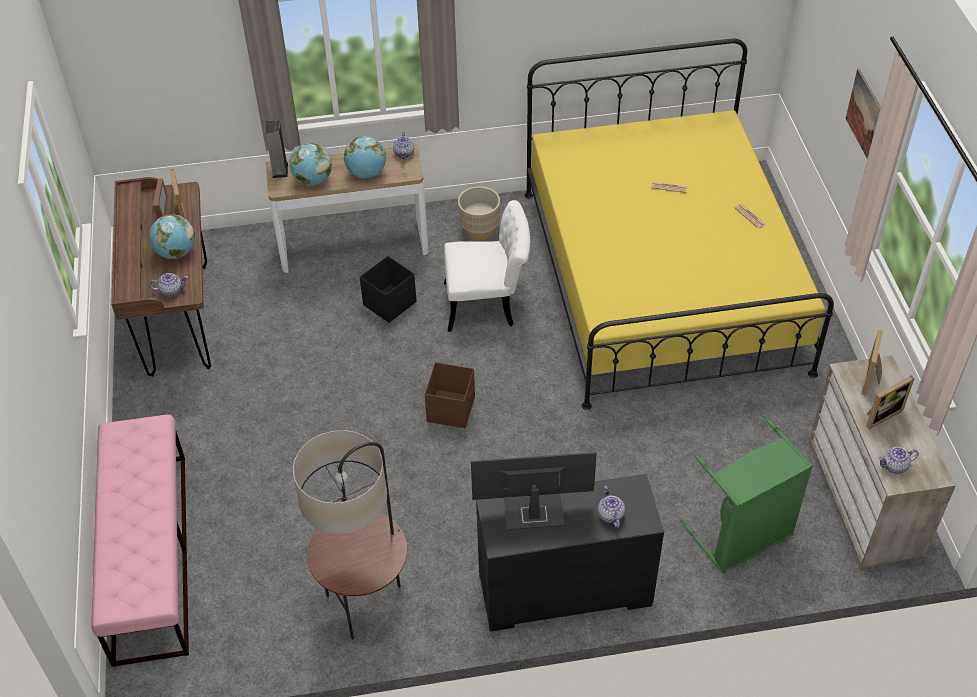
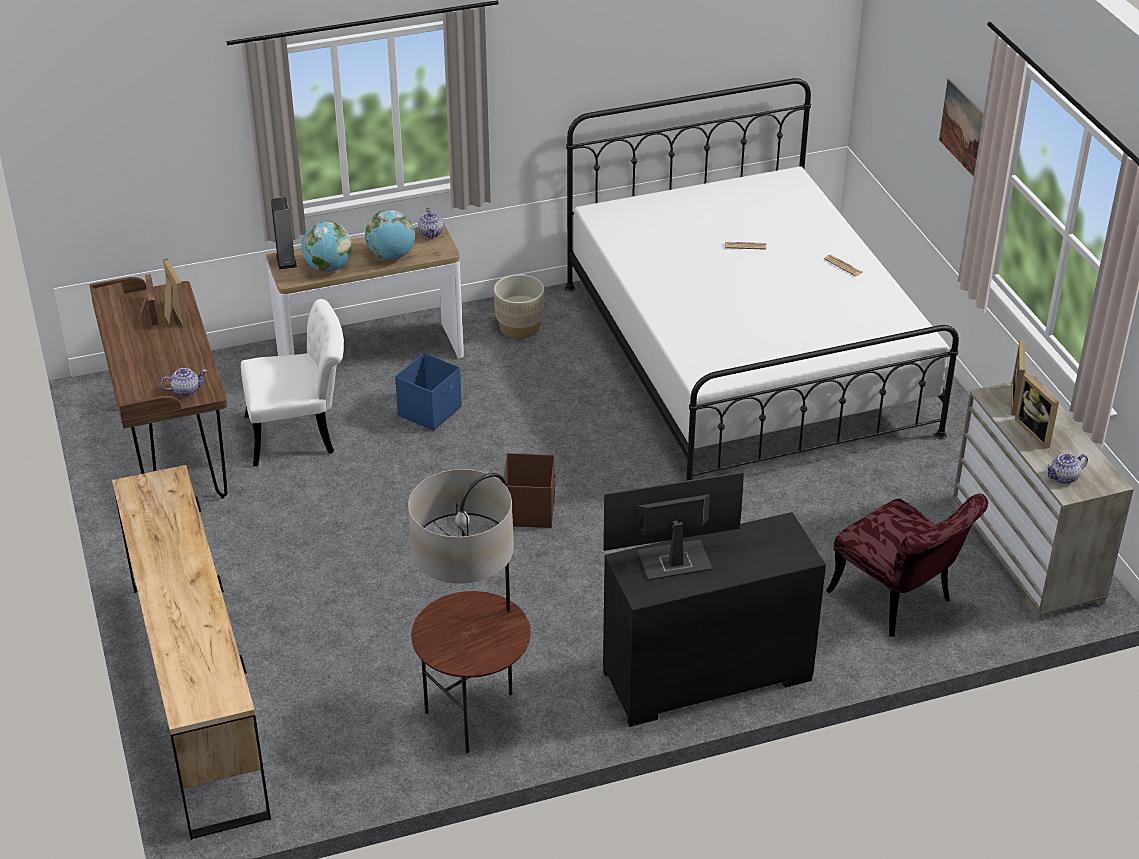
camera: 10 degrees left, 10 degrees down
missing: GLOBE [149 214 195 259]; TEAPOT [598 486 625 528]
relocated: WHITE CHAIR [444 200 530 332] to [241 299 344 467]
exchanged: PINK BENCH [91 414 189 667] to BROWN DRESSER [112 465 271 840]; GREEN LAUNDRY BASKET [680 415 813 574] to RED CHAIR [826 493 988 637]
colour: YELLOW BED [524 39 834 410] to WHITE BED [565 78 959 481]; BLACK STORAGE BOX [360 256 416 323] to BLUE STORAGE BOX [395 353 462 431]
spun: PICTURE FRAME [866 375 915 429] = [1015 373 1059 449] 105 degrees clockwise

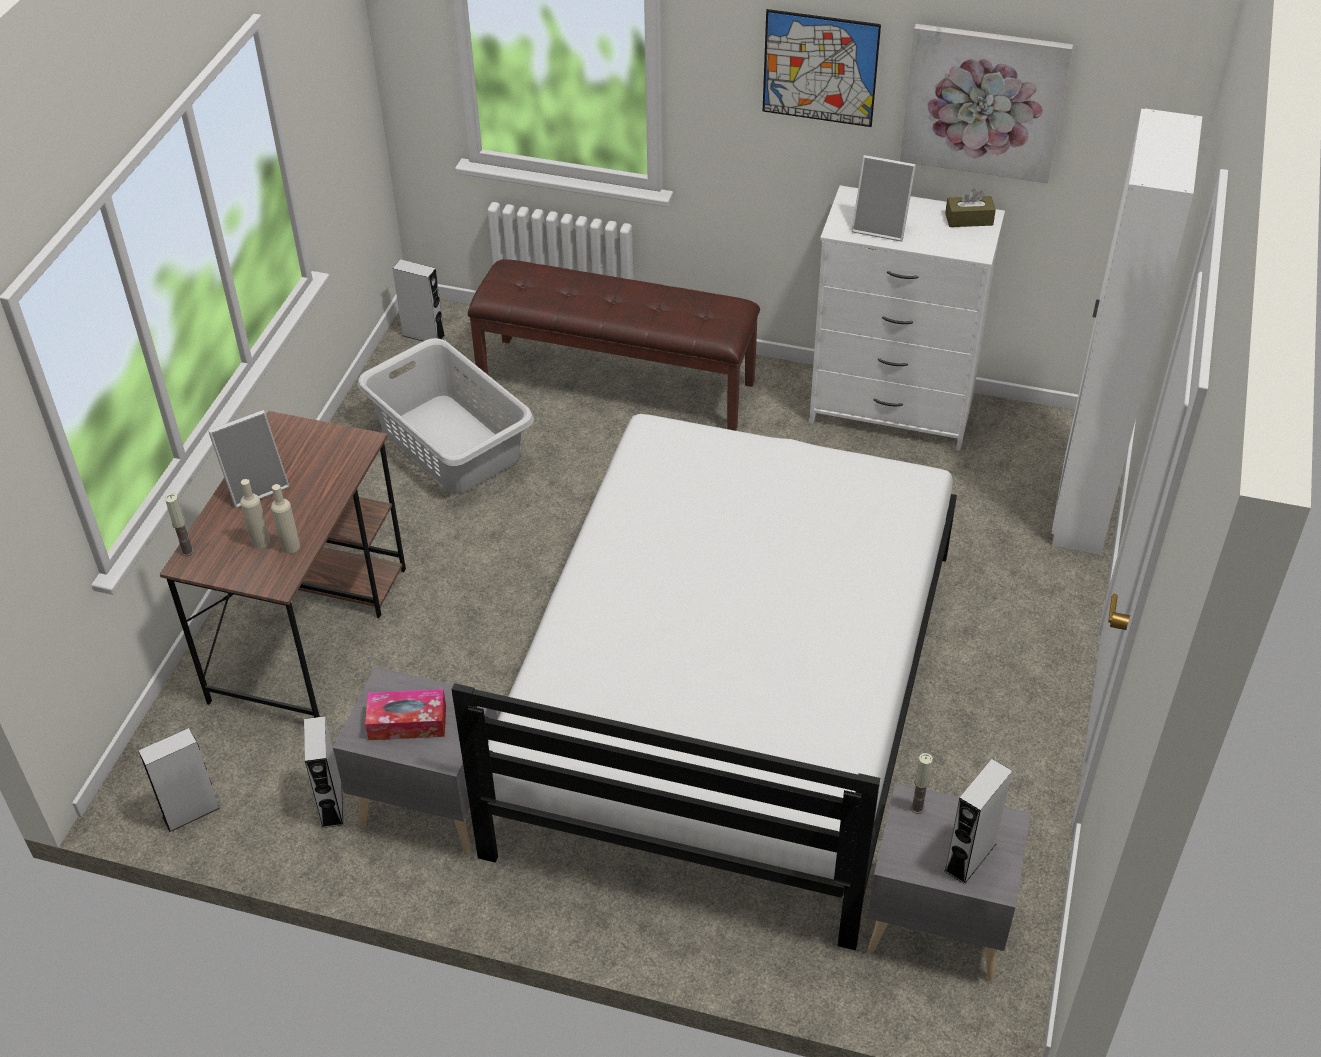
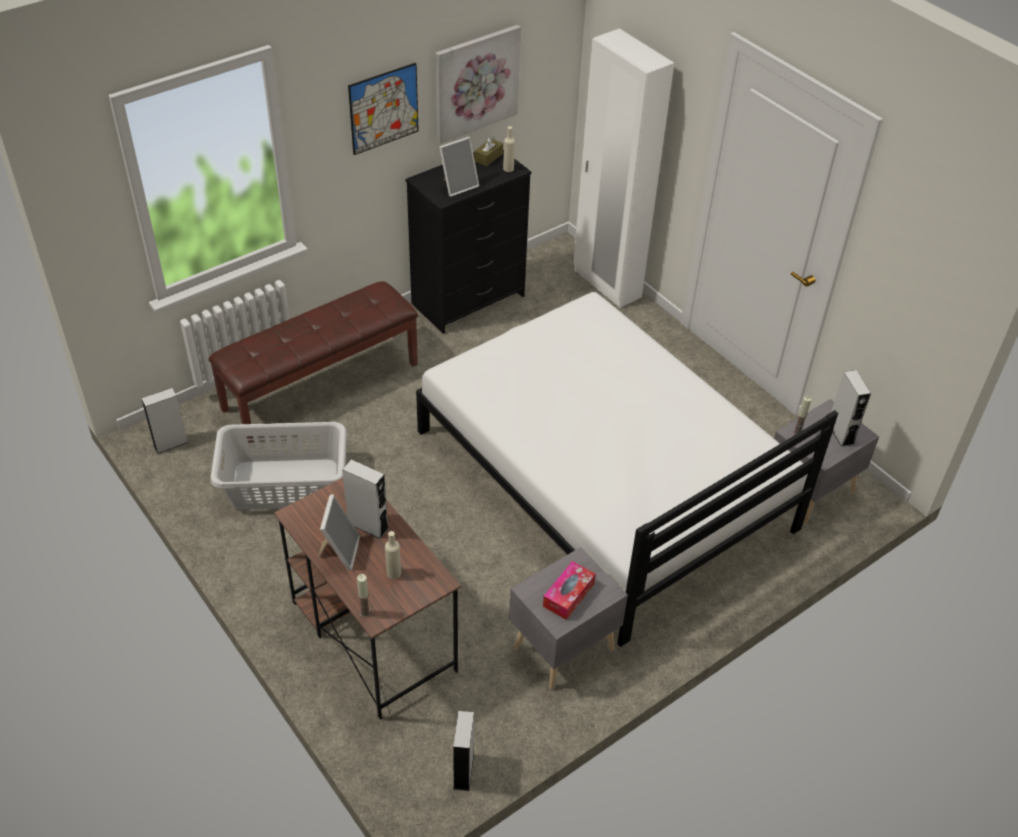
camera: 55 degrees left, 0 degrees up
relocated: BEIGE BOTTLE [271 484 300 554] to [503 126 515 172]; GREY SPEAKER [304 716 343 828] to [342 460 389 539]
colour: WHITE DRESSER [809 186 1005 450] to BLACK DRESSER [405 150 531 334]

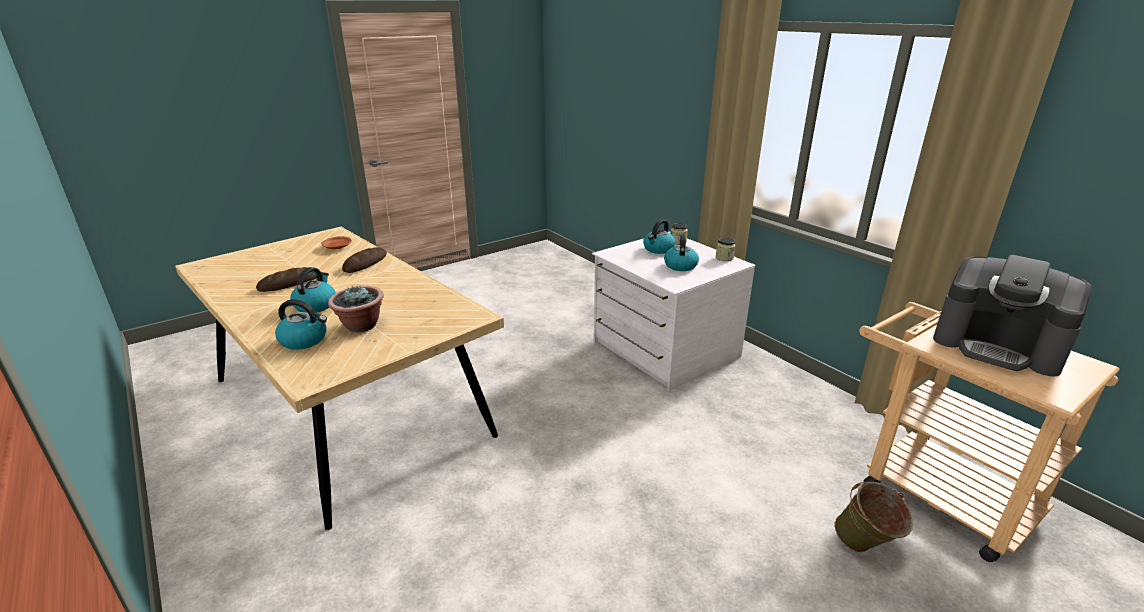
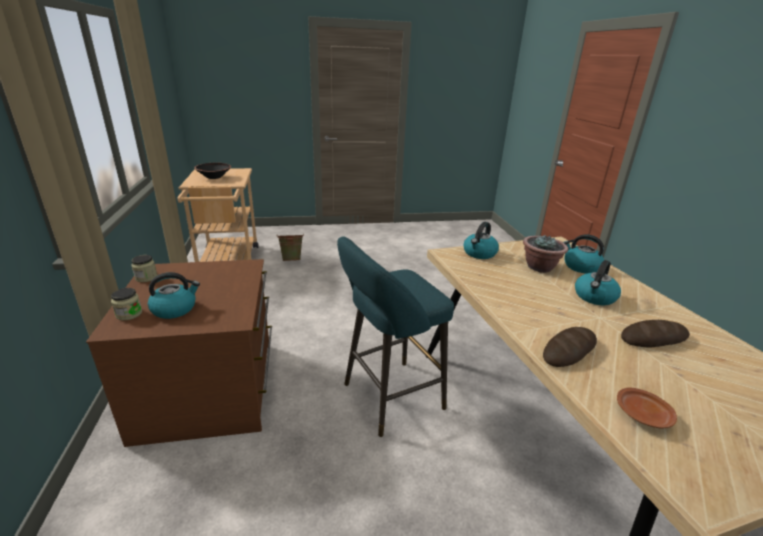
camera: 155 degrees left, 0 degrees up
appeared: TURQUOISE STOOL [337 236 454 437]
relocated: KETTLE [664 234 699 271] to [463 222 499 259]
exchanged: COFFEE MACHINE [933 255 1092 376] to BLACK BOWL [194 163 231 179]
colour: WHITE DRESSER [592 231 755 391] to BROWN DRESSER [86 259 272 447]

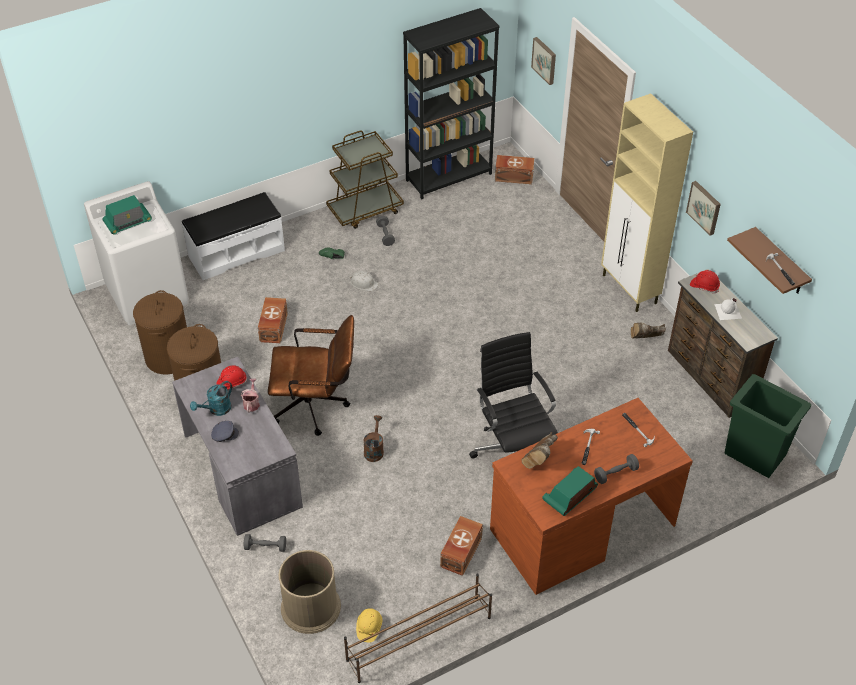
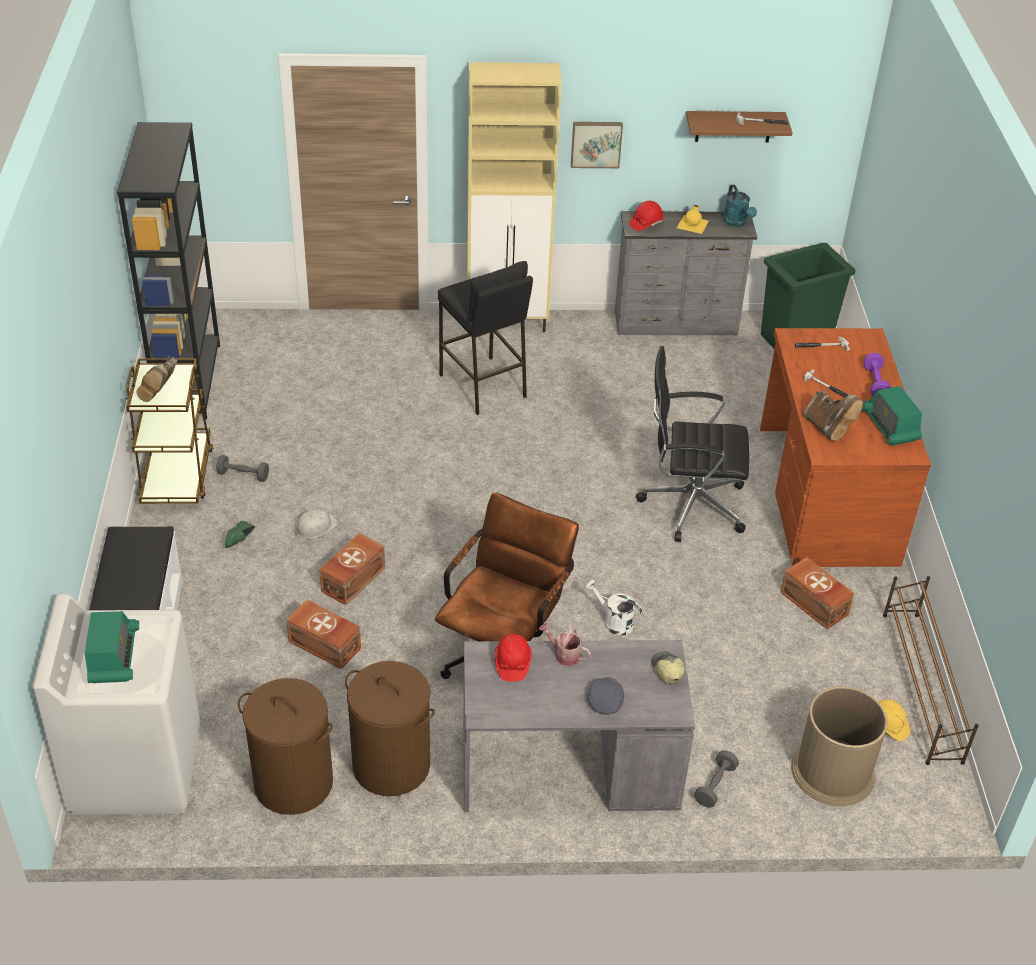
camera: 65 degrees left, 5 degrees down
missing: PICTURE [531 37 556 85]
appeared: BLACK STOOL [438 261 533 415]; CAP [651 651 684 684]
relocated: BROWN STORAGE BOX [495 155 534 184] to [319 533 385 605]; BROWN BOOT [631 323 666 338] to [137 355 177 402]; TURQUOISE WATERING CAN [190 381 232 416] to [723 185 757 227]
colour: BROWN DRESSER [668 269 778 418] to GREY DRESSER [615 211 757 336]; WHITE BOTTLE [714 298 742 320] to YELLOW BOTTLE [677 205 709 234]; BROWN WATERING CAN [363 415 384 462] to WHITE WATERING CAN [585 580 642 636]; GREY DUMBBELL [594 454 639 484] to PURPLE DUMBBELL [863 353 891 397]

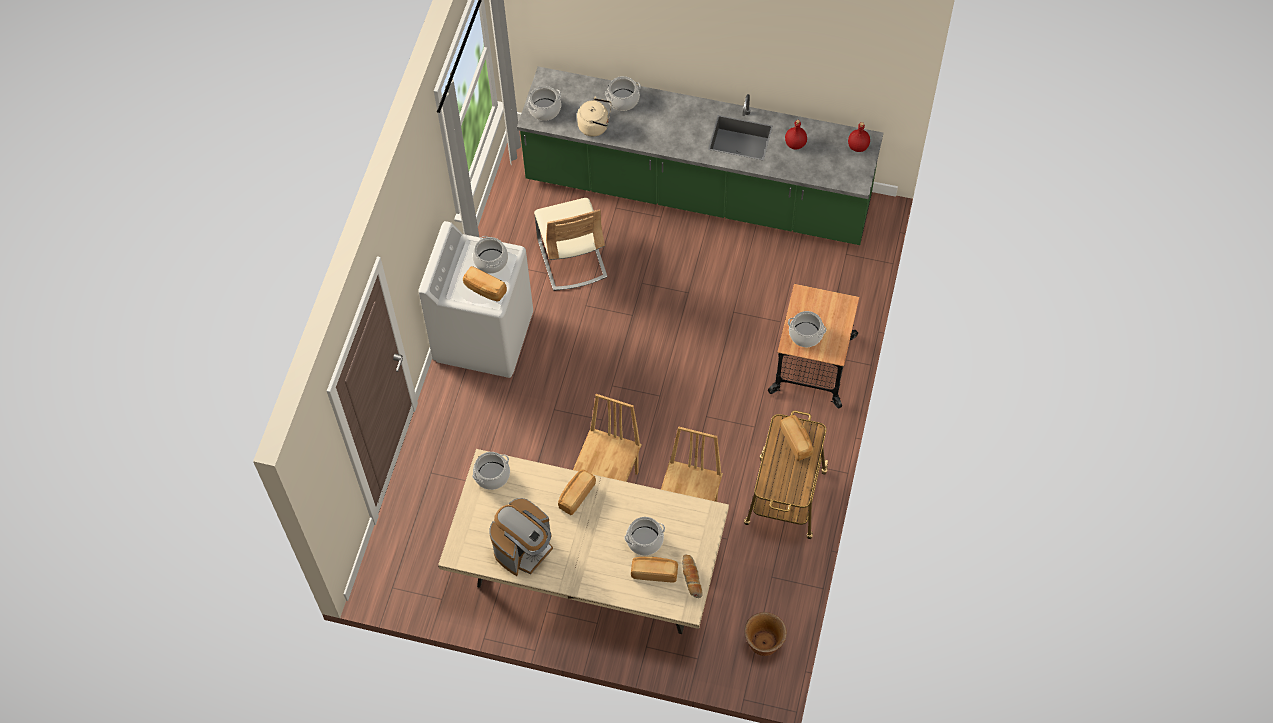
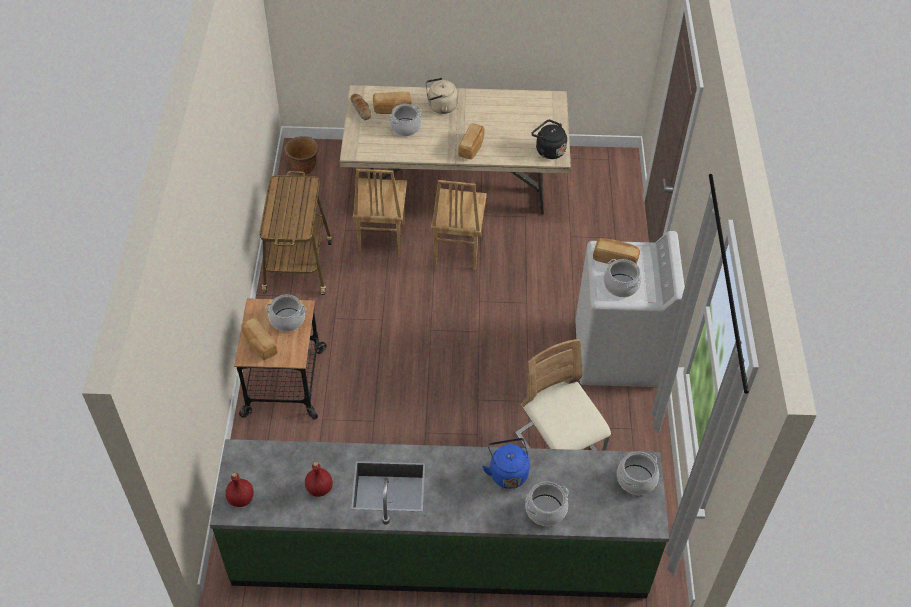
camera: 165 degrees right, 10 degrees down
missing: COFFEE MACHINE [489 498 553 576]
appeared: BLUE KETTLE [483 438 530 489]
relocated: BEIGE KETTLE [577 97 612 137] to [426 78 458 114]; BREAD [780 415 813 461] to [241 317 277 360]
exchanged: COOKING POT [472 452 510 490] to BLACK KETTLE [531 119 567 159]

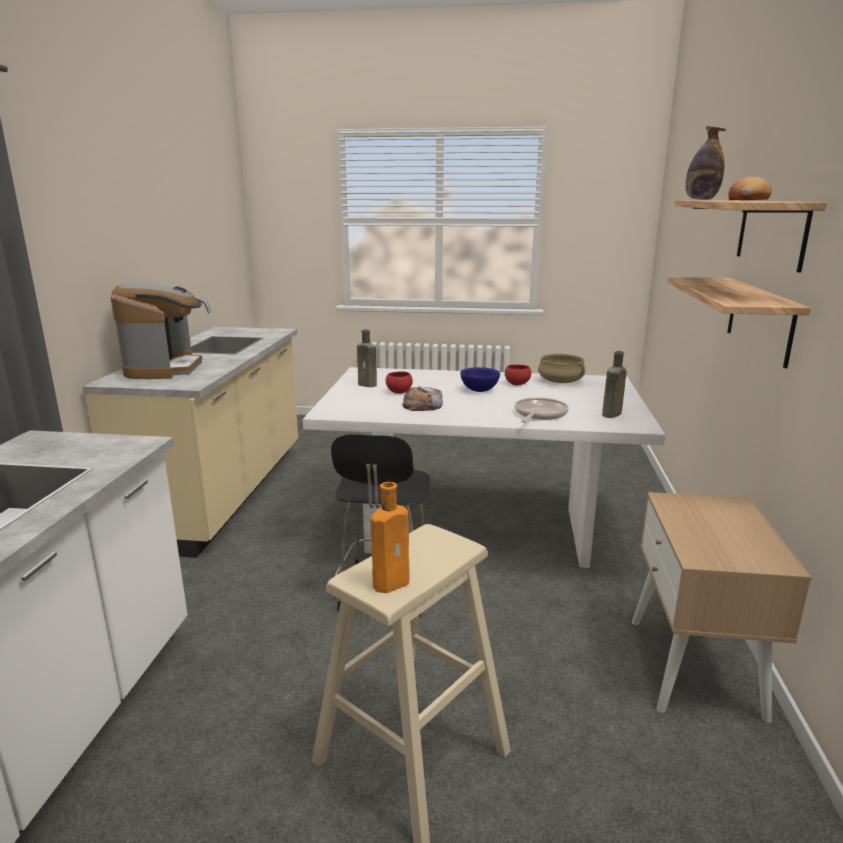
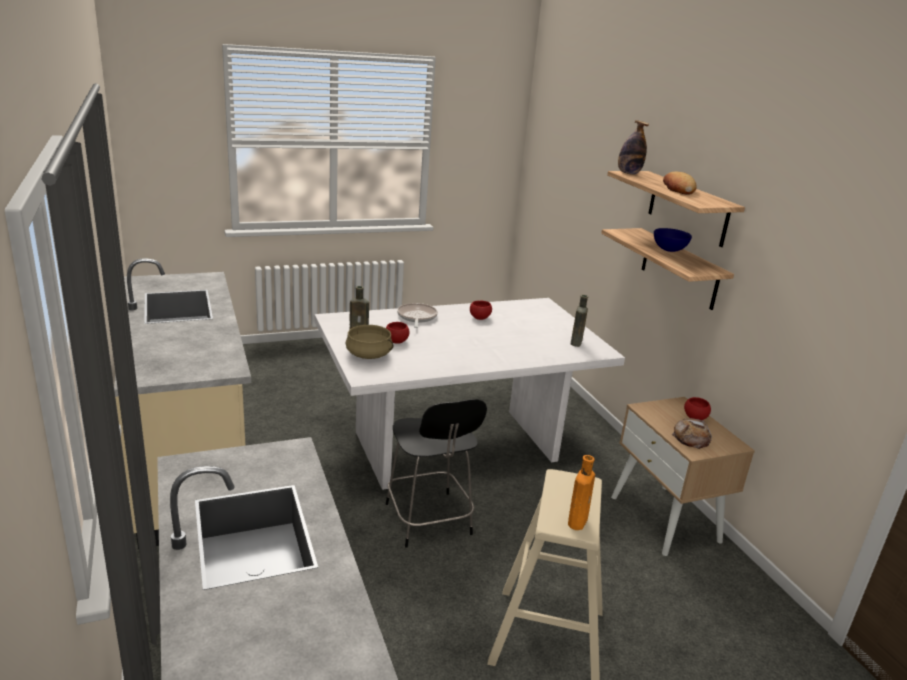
camera: 30 degrees left, 5 degrees up
missing: COFFEE MACHINE [110 283 202 379]
appeared: RED BOWL [684 397 711 420]
relocated: BEIGE COOKING POT [538 354 585 383] to [346 325 393 359]; BLUE BOWL [460 367 500 392] to [654 228 692 252]; BREAD [402 386 443 411] to [672 418 712 449]; FRYING PAN [515 398 569 423] to [397 303 438 328]

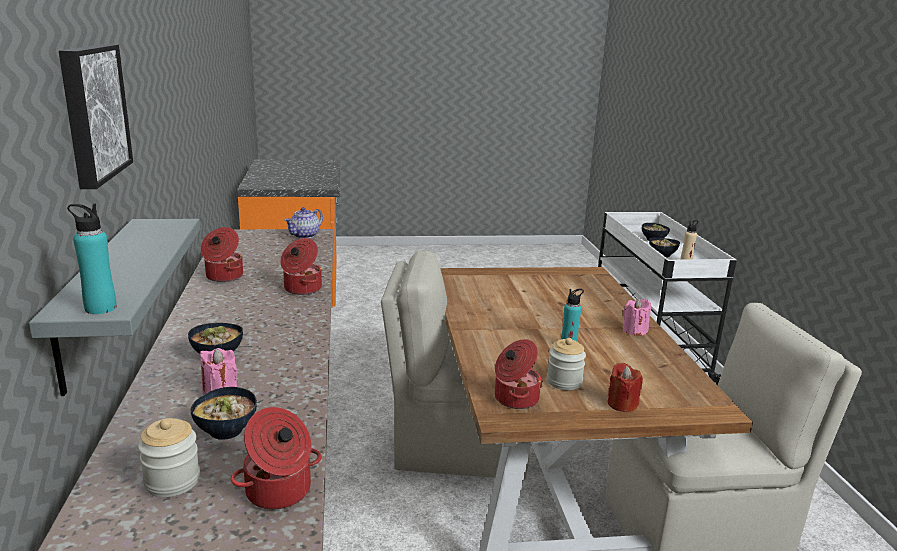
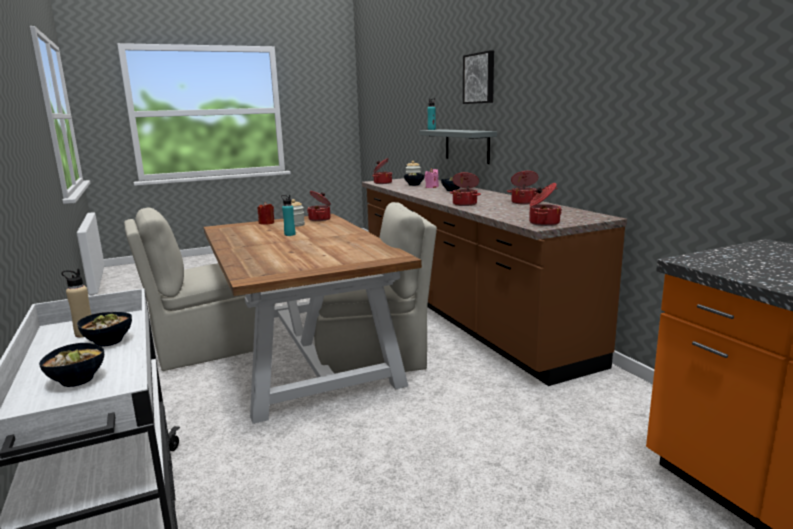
camera: 165 degrees right, 5 degrees down
missing: PINK CANDLE [623 298 651 336]
exchanged: TEAPOT [285 207 323 238] to COOKING POT [529 183 562 226]

